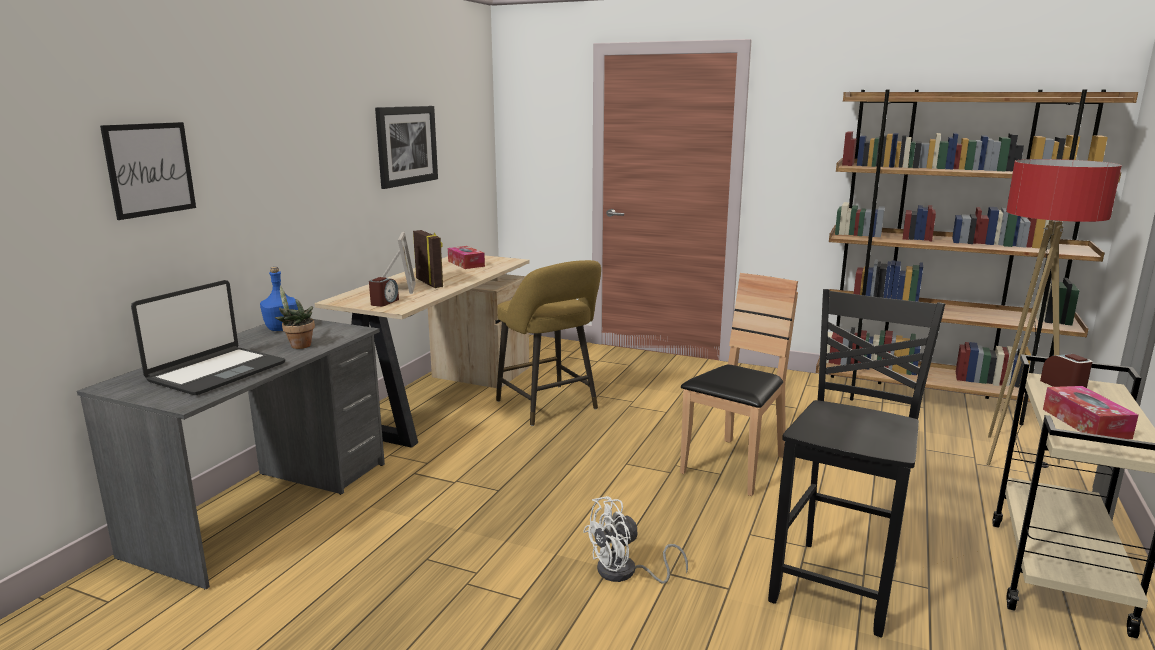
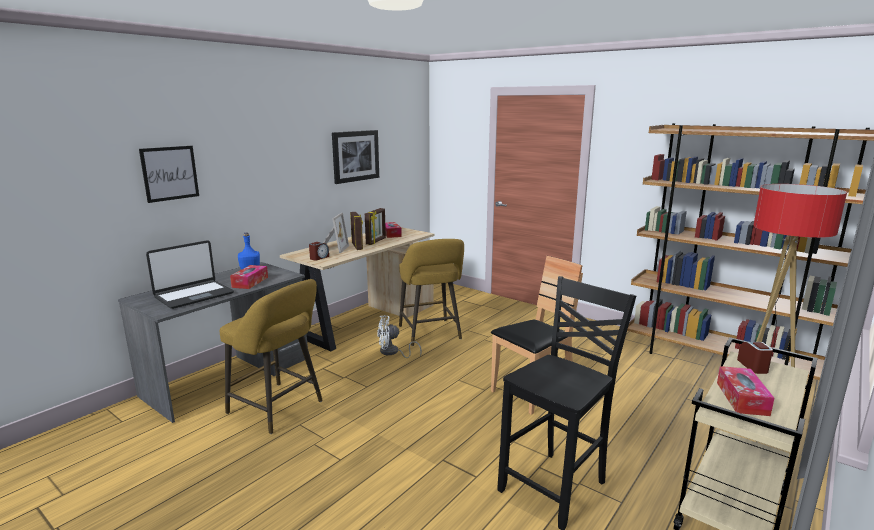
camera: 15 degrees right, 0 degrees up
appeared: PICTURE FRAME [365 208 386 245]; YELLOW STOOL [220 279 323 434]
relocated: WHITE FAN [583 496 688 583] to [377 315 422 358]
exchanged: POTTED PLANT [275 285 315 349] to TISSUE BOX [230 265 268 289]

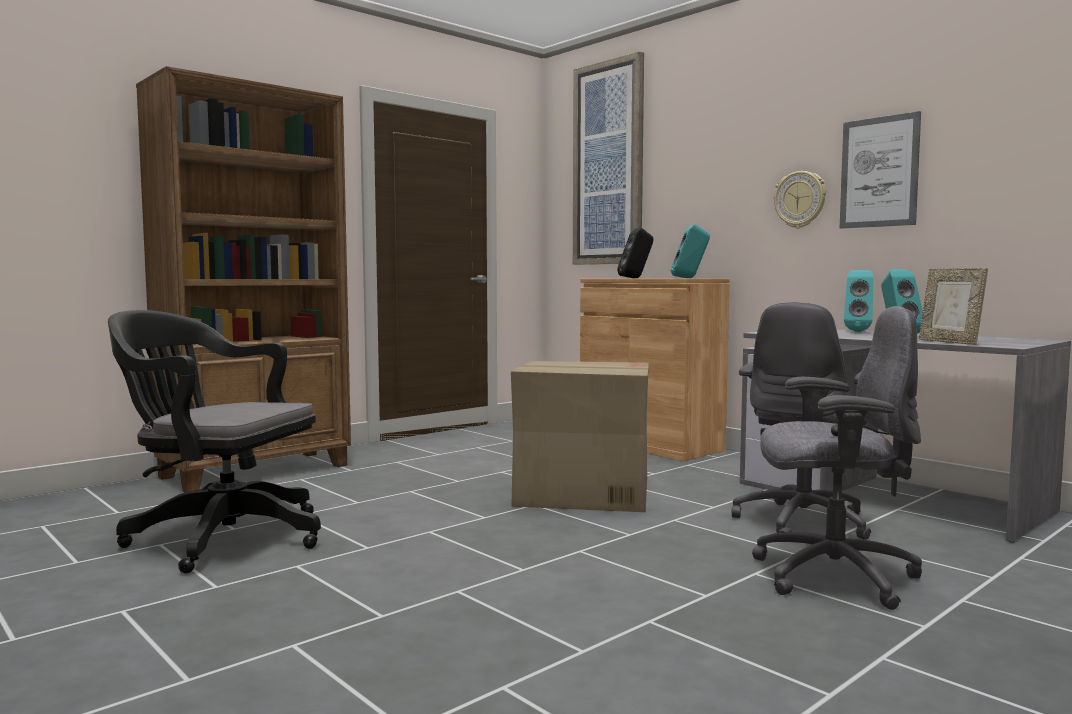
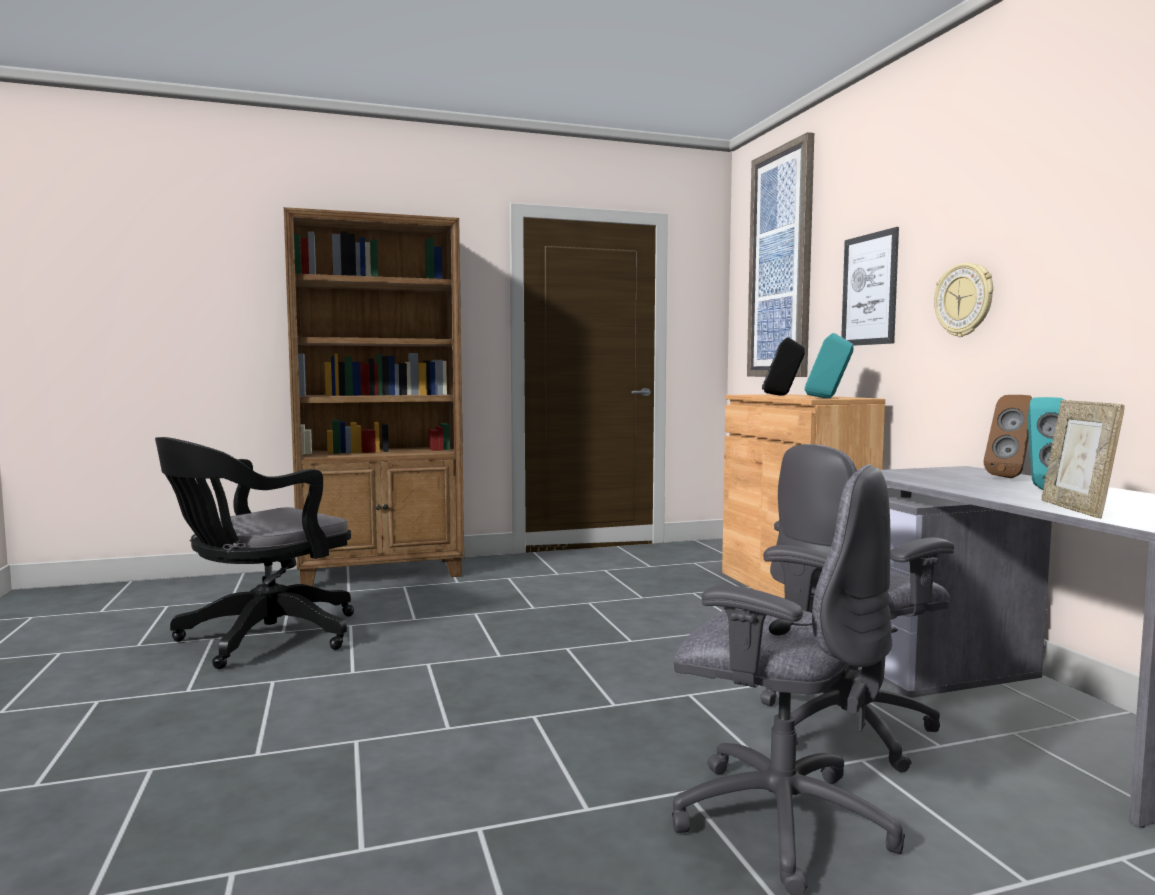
camera: 25 degrees right, 0 degrees up
missing: CARDBOARD BOX [511 361 649 512]
relocated: PICTURE [840 111 921 229] to [841 227 899 346]
colour: TURQUOISE SPEAKER [844 270 873 332] to BROWN SPEAKER [984 395 1032 478]
spun: BLACK OFFICE CHAIR [108 310 321 573] = [155 437 354 669] 90 degrees counterclockwise

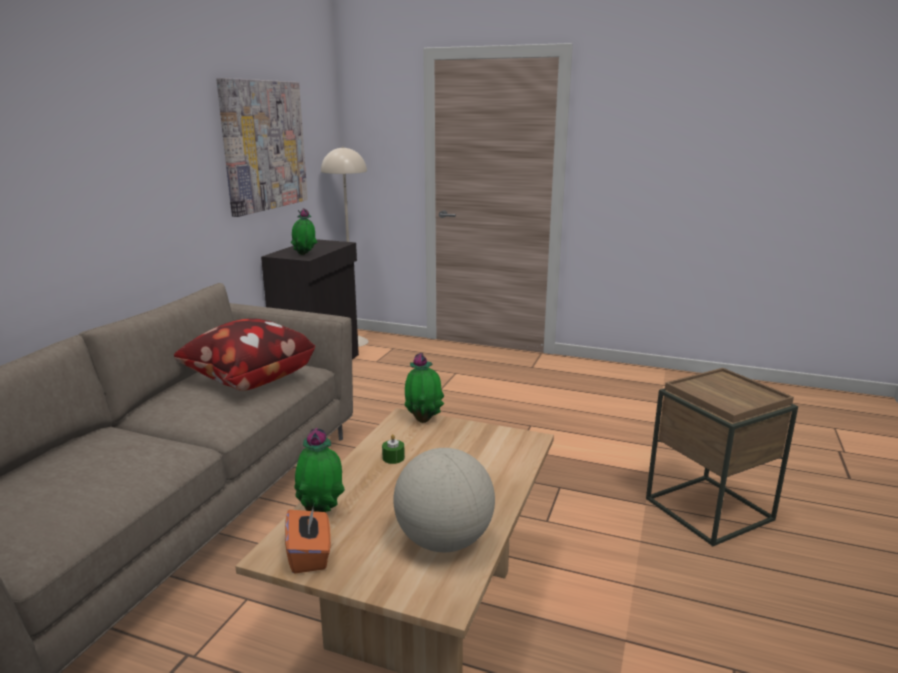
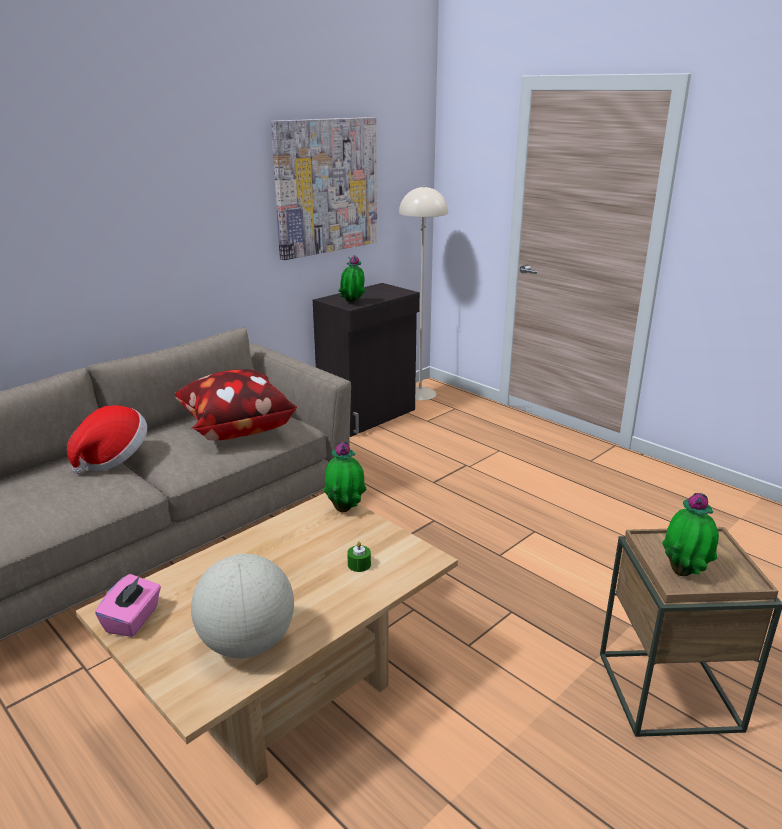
camera: 25 degrees right, 5 degrees up
appeared: HAT [67 405 147 474]
relocated: POTTED PLANT [294 428 345 512] to [662 493 719 576]; GREEN CANDLE [382 434 405 464] to [347 541 371 572]
colour: ORANGE TISSUE BOX [285 505 331 574] to PINK TISSUE BOX [95 574 161 637]

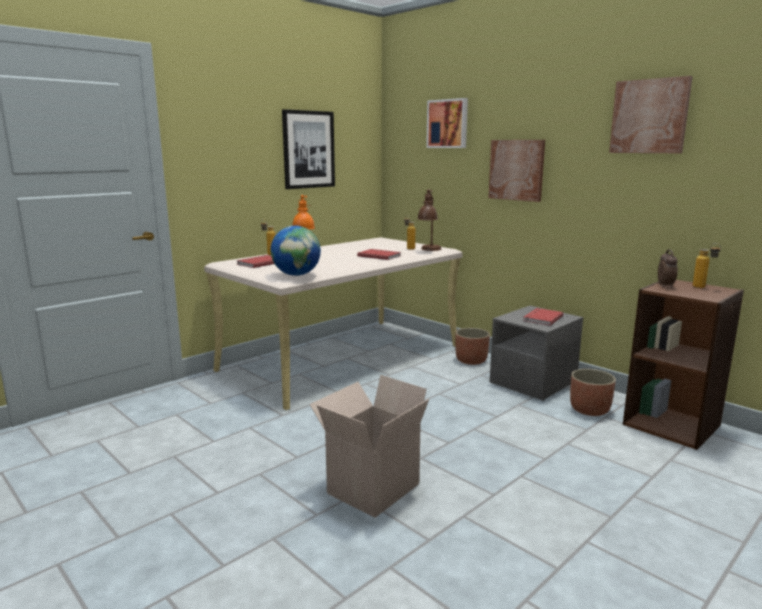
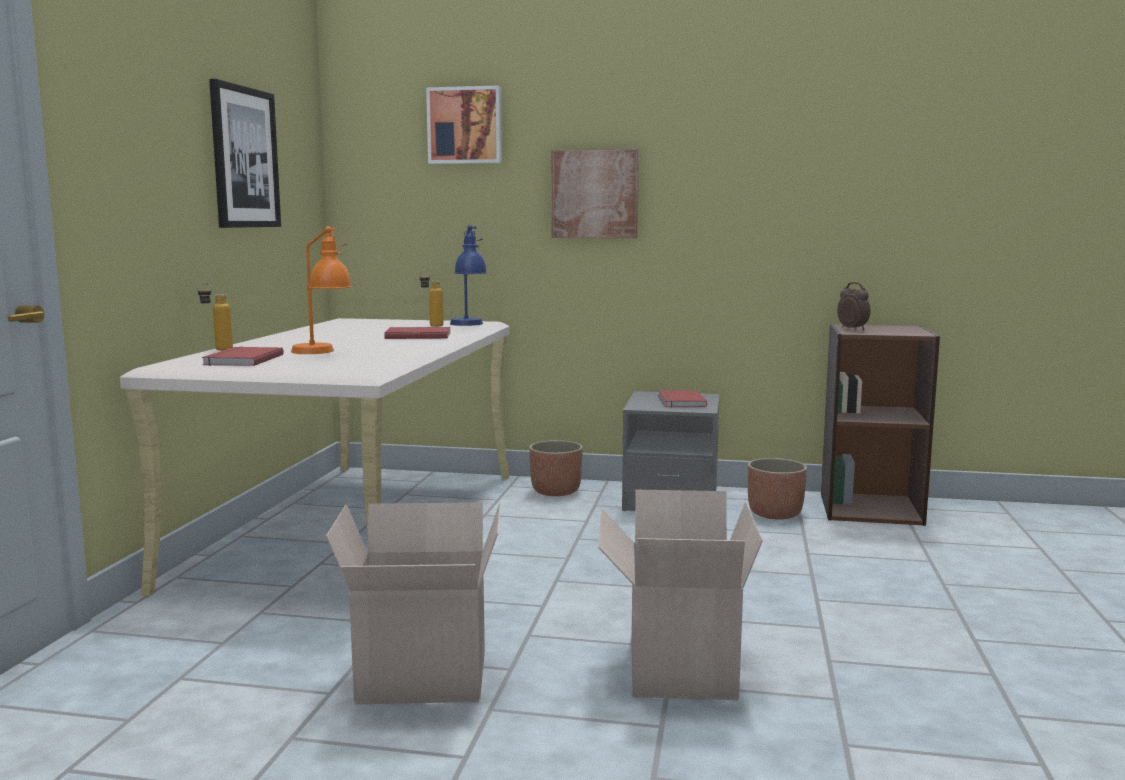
camera: 35 degrees left, 5 degrees down
missing: PICTURE [609 76 693 153]; GLOBE [271 226 321 276]; BOTTLE [693 243 721 288]
appeared: CARDBOARD BOX [326 502 501 705]
colour: BROWN TABLE LAMP [418 189 441 251] to BLUE TABLE LAMP [450 225 487 326]

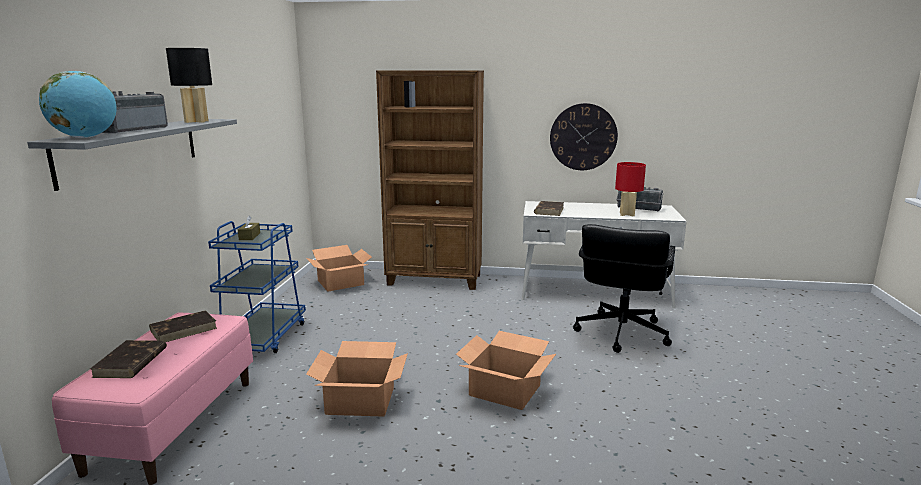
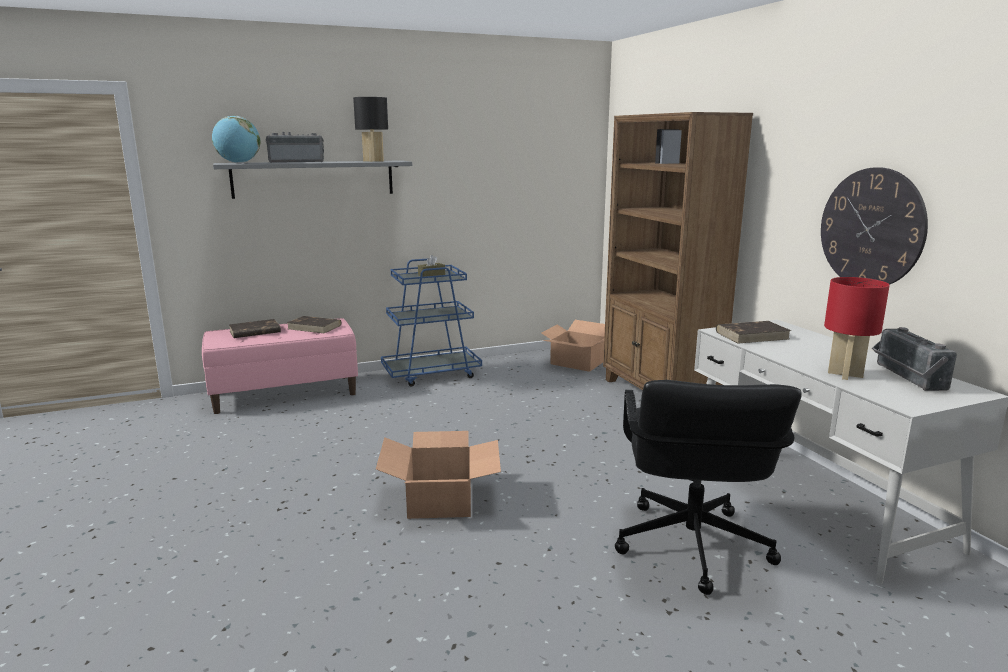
camera: 60 degrees right, 0 degrees up
missing: CARDBOARD BOX [306 341 408 417]
spun: BLACK OFFICE CHAIR [573 224 675 353] = [615 380 802 595] 75 degrees counterclockwise

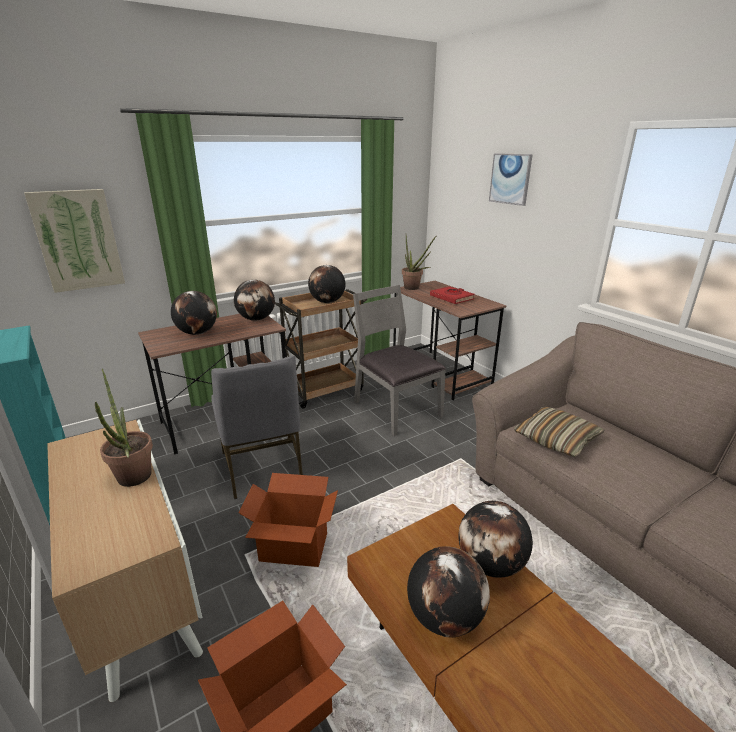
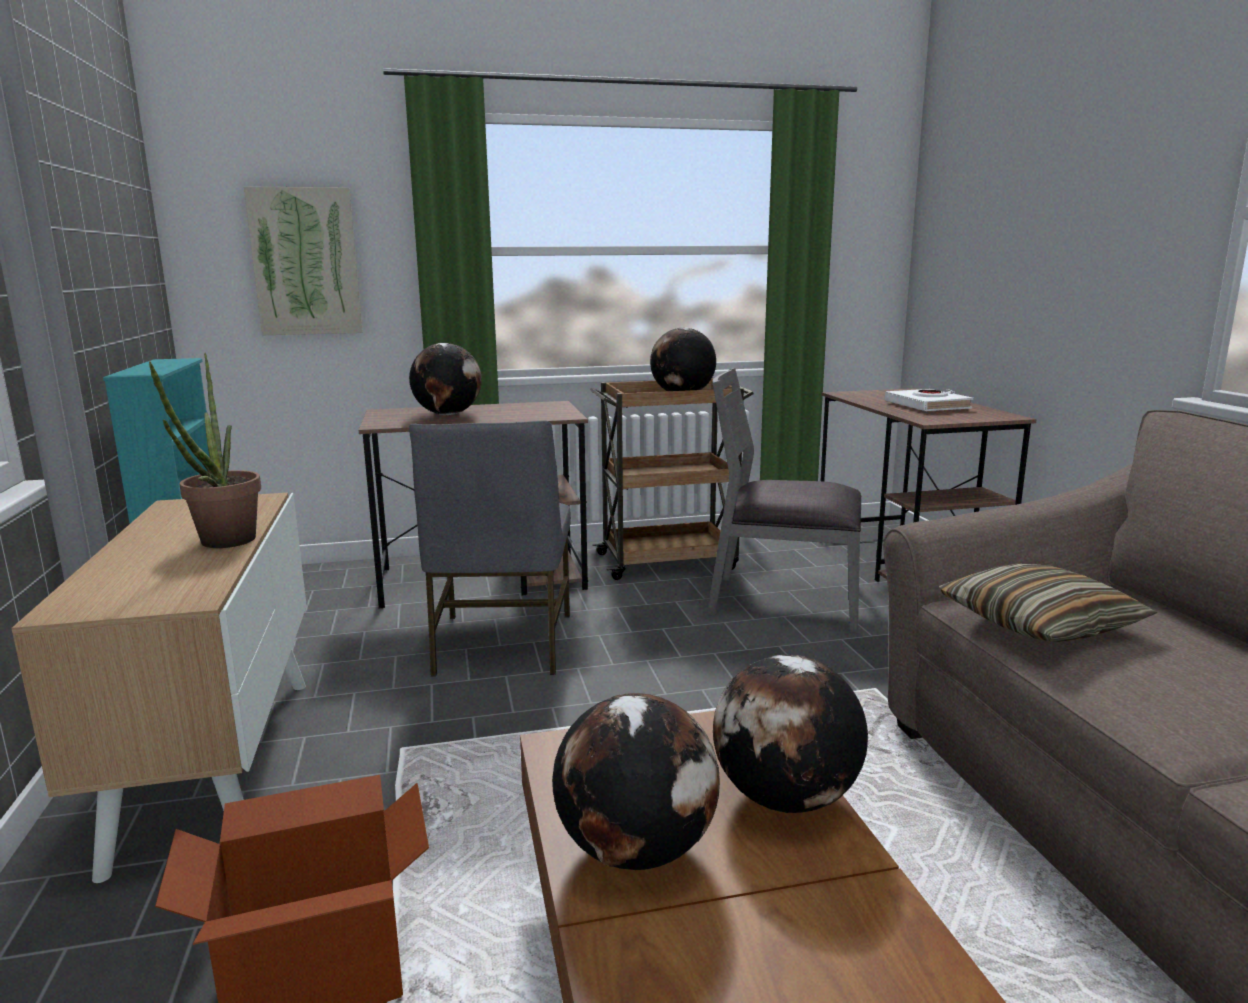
camera: 20 degrees right, 10 degrees down
missing: PICTURE [489 153 533 206]; POTTED PLANT [402 235 437 290]; GLOBE [234 280 275 321]; CARDBOARD BOX [239 473 338 567]
colour: RED BOOK [430 286 475 304] to WHITE BOOK [885 389 973 411]
spun: GREY CHAIR [353 285 446 436] = [707 368 861 633] 60 degrees counterclockwise

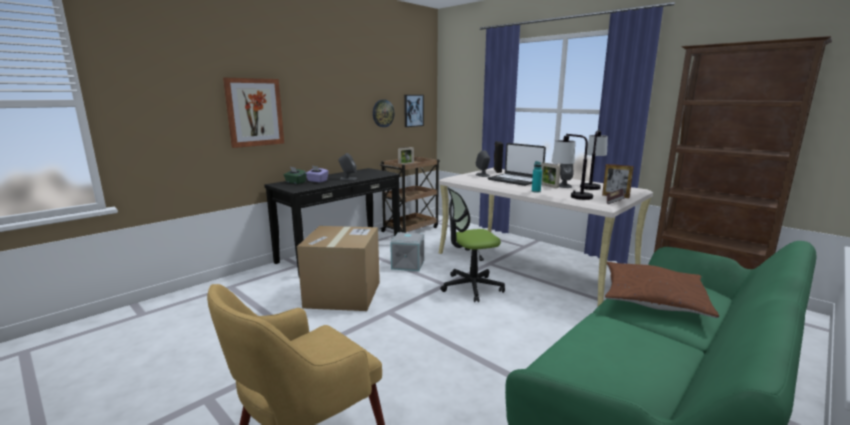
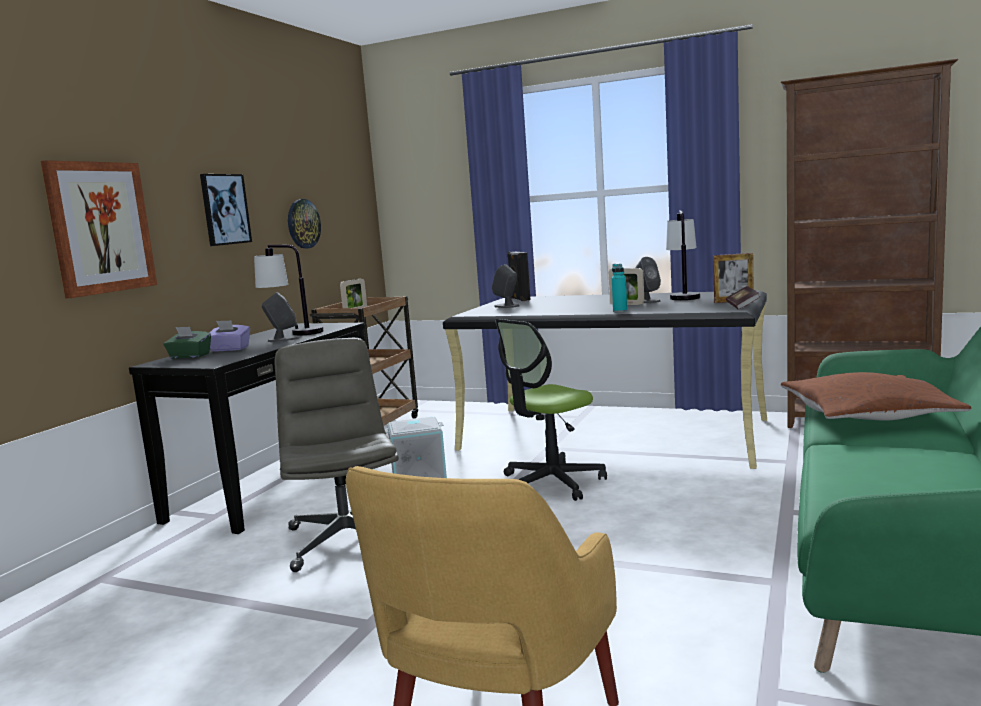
camera: 20 degrees left, 5 degrees down
missing: LAPTOP [488 143 546 186]
relocated: PICTURE [404 95 424 127] to [200 174 252 246]; TABLE LAMP [552 134 593 200] to [254 245 323 336]
exchanged: CARDBOARD BOX [297 226 380 311] to GREY OFFICE CHAIR [274 338 399 572]
colour: BEIGE DESK [439 168 653 306] to BLACK DESK [443 290 767 469]

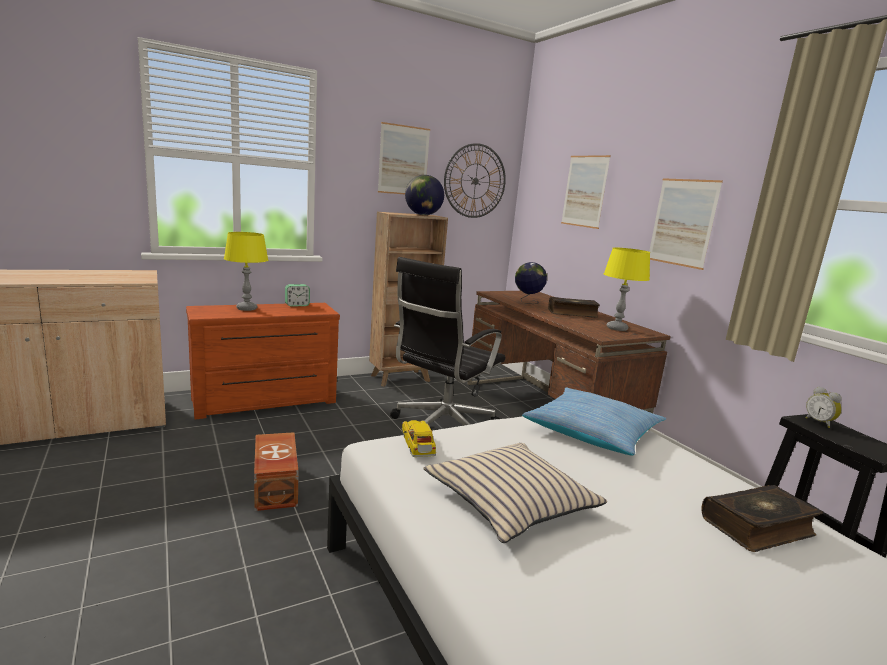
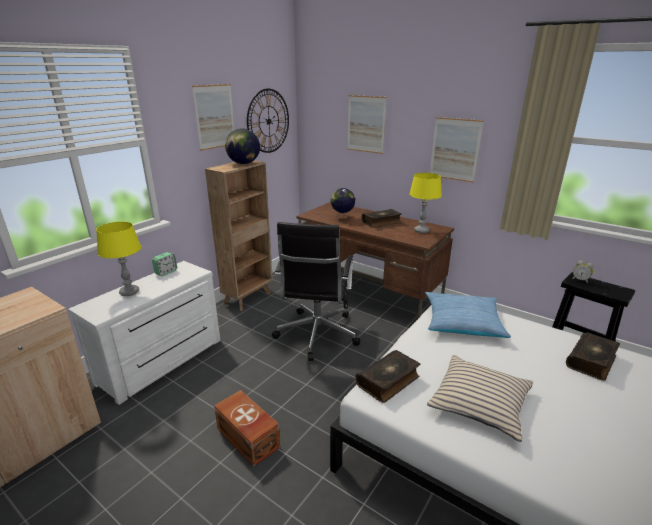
camera: 25 degrees left, 10 degrees up
exchanged: TOY CAR [402 420 436 457] to BOOK [356 350 420 403]
colour: BROWN DRESSER [186 303 340 419] to WHITE DRESSER [69 261 220 405]

